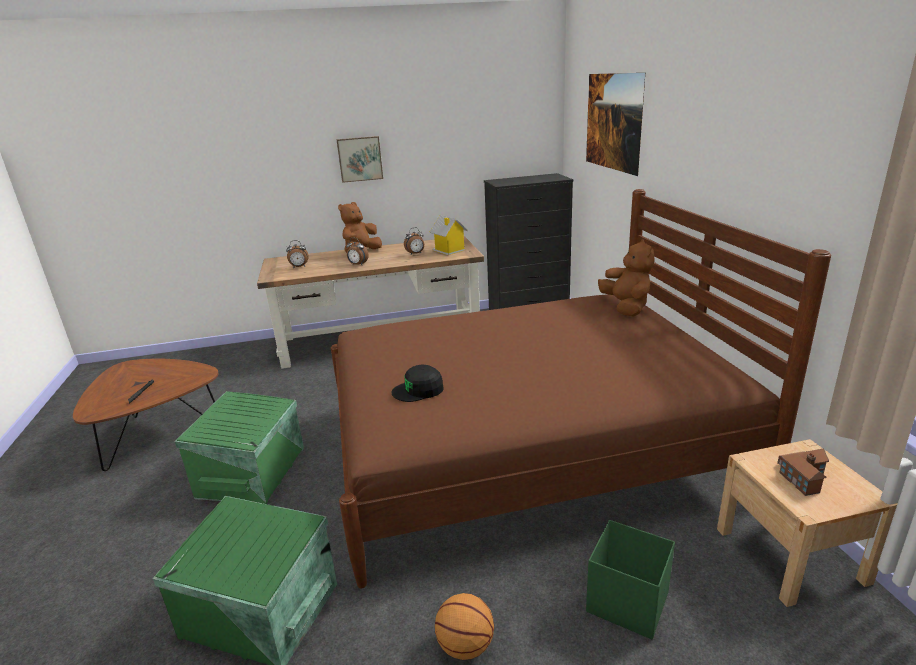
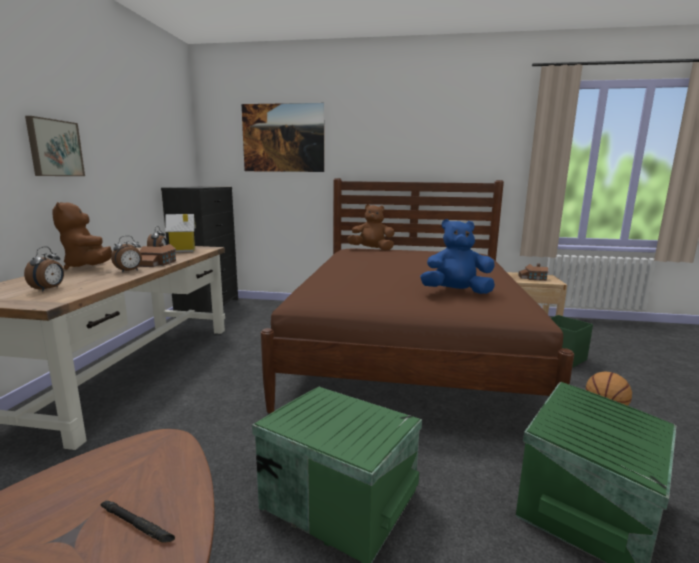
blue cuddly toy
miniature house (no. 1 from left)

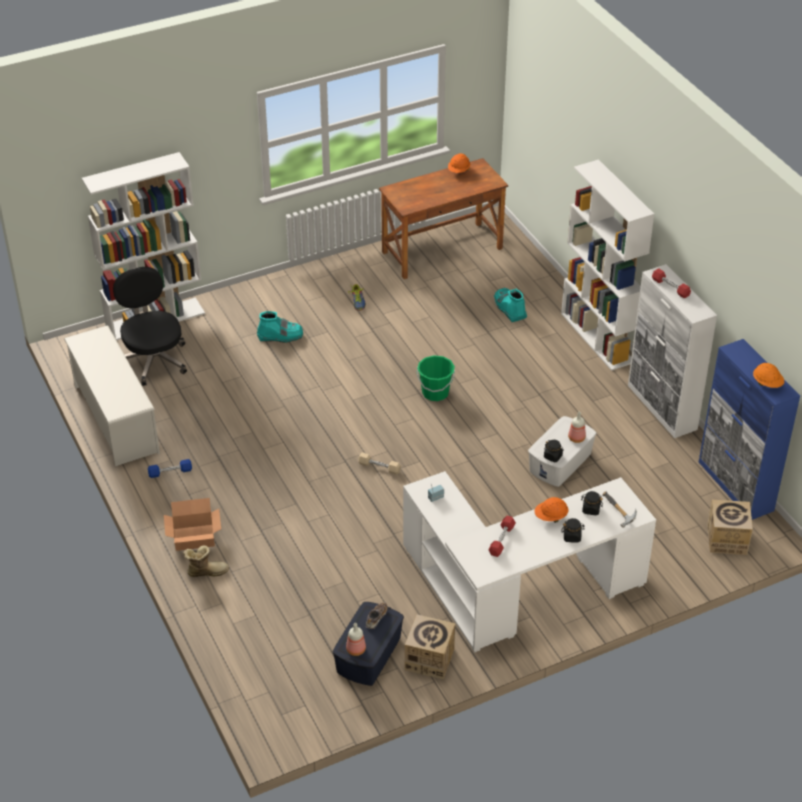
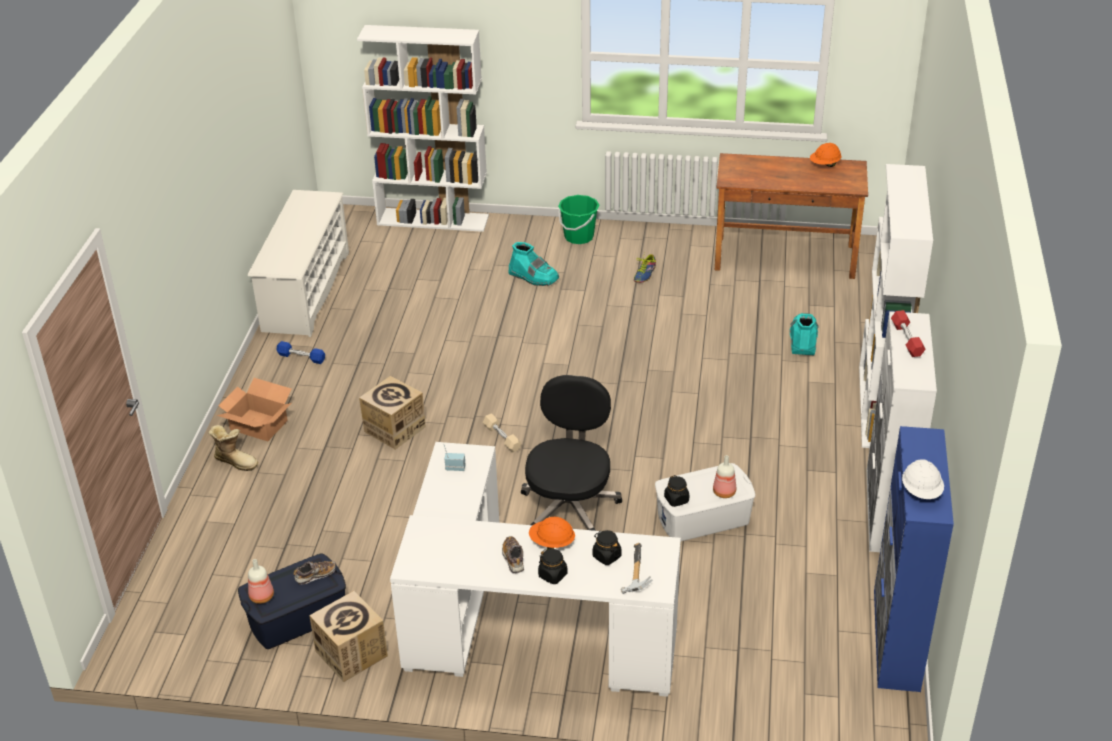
black desk chair
green-coloured pail
red dumbbell (no. 1 from left in the first image)
packing box (no. 3 from left)
whitish work helmet
item of footwear (no. 2 from left)

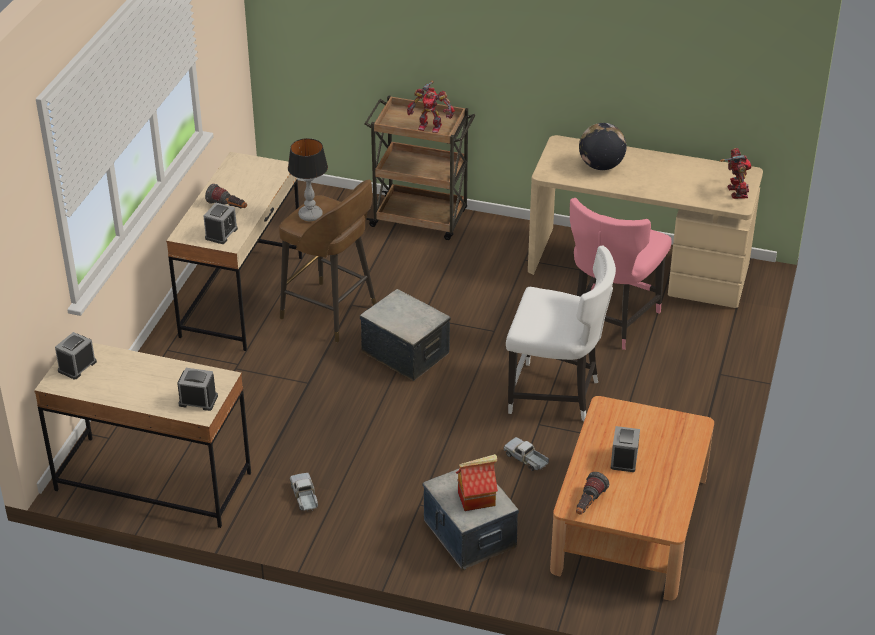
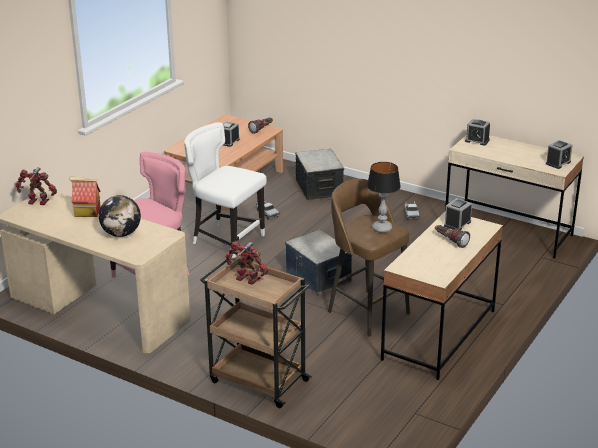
miniature house
robot figure (no. 1 from left)

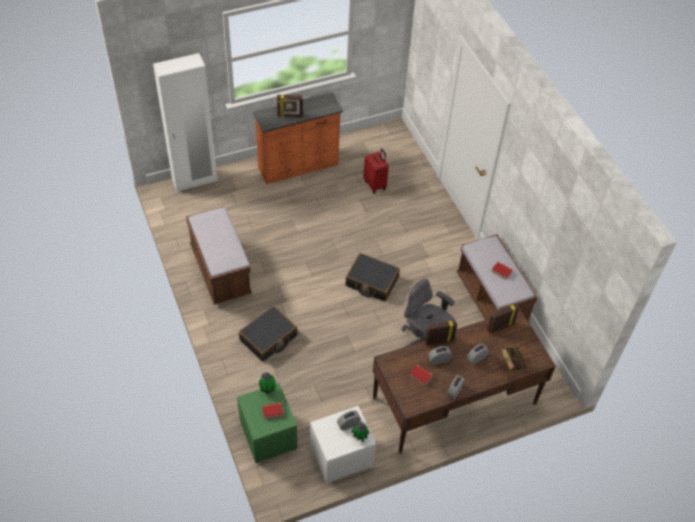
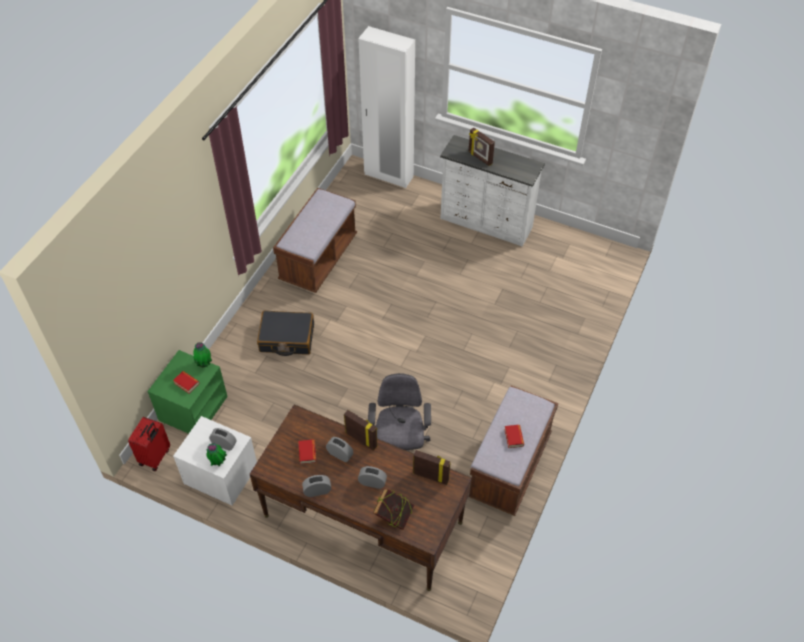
whitish drawer chest
black suitcase (no. 2 from left in the first image)
red suitcase

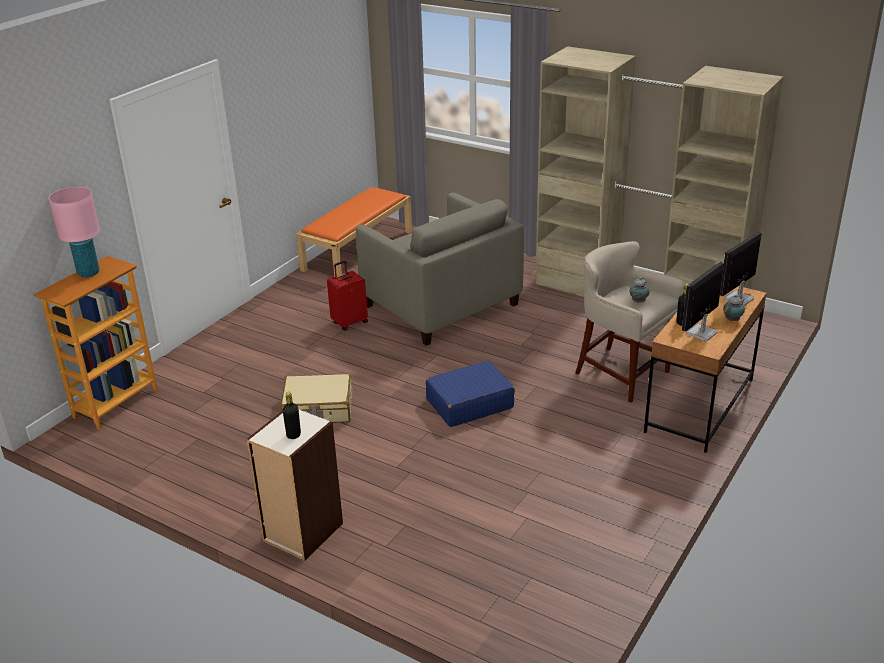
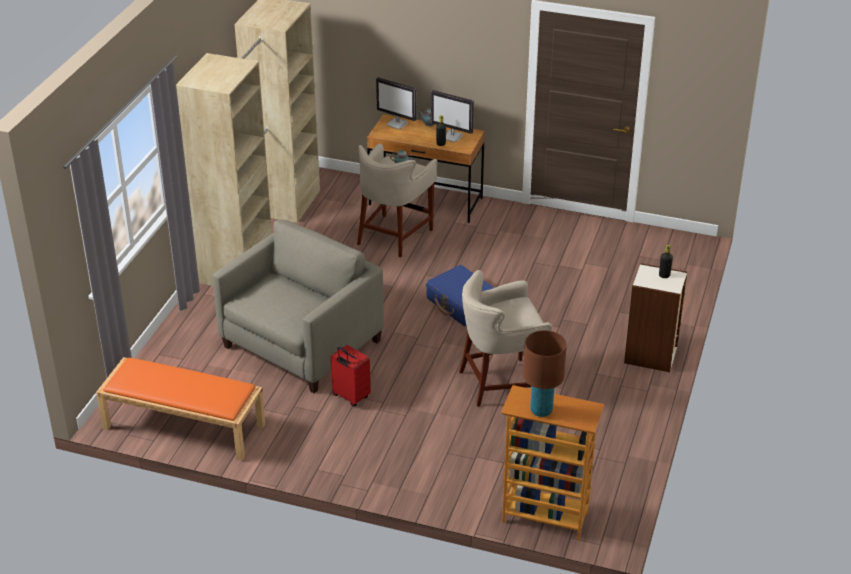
brown-coloured tabletop lamp
sand-coloured stool seat (no. 2 from left)

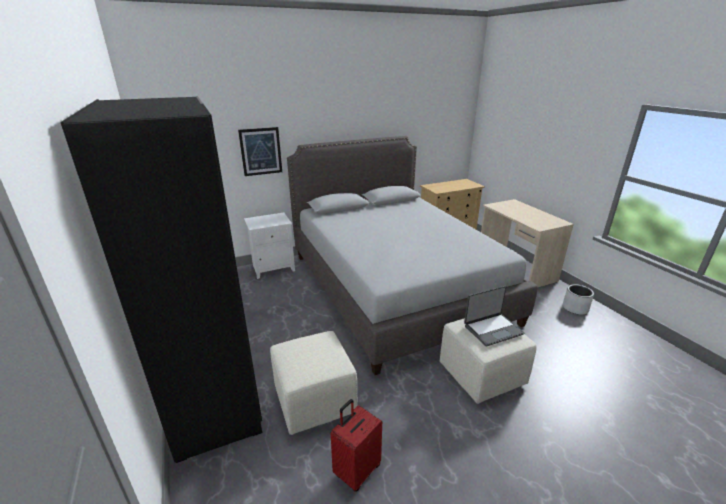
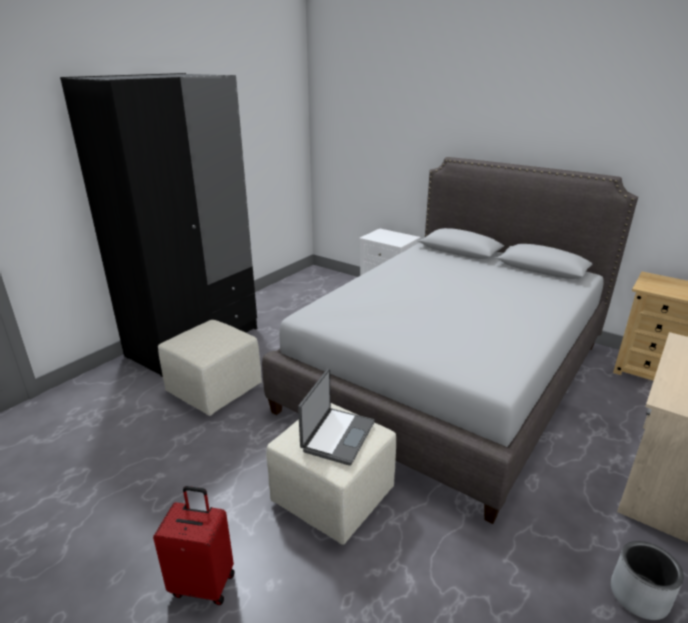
picture
red suitcase
laptop

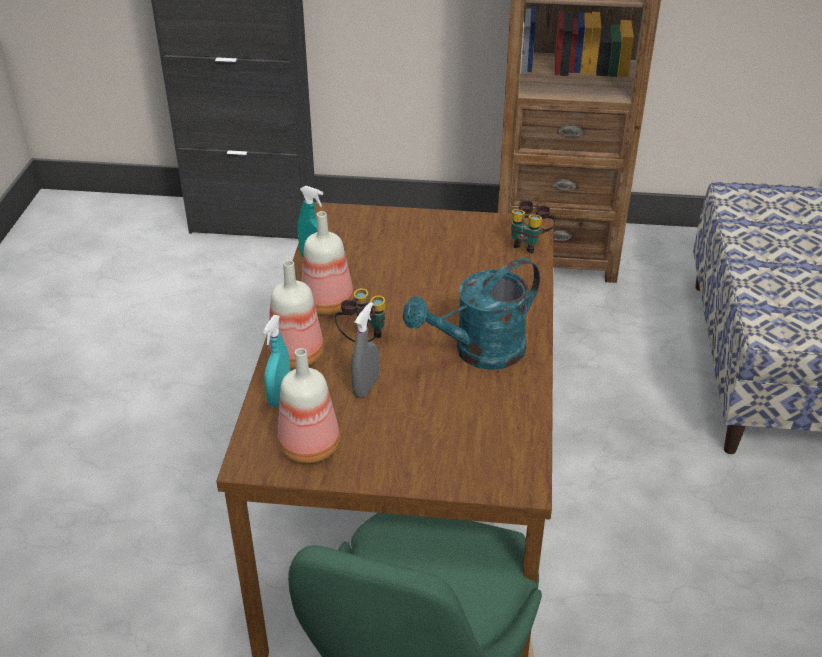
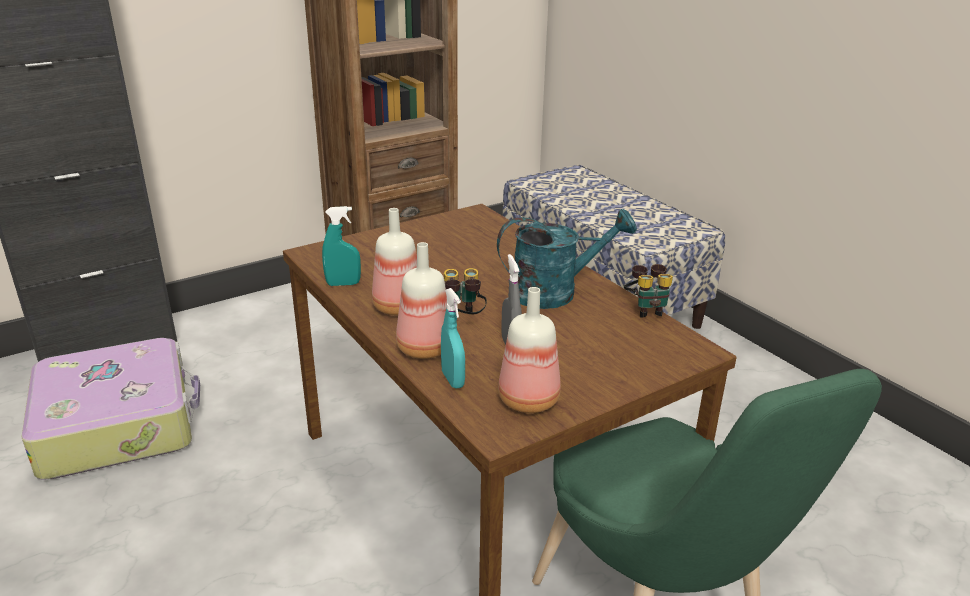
turquoise watering can
field glasses (no. 2 from left)
suitcase

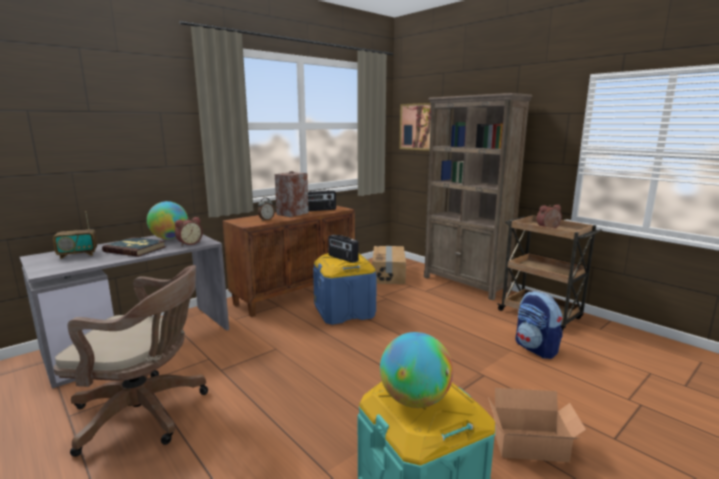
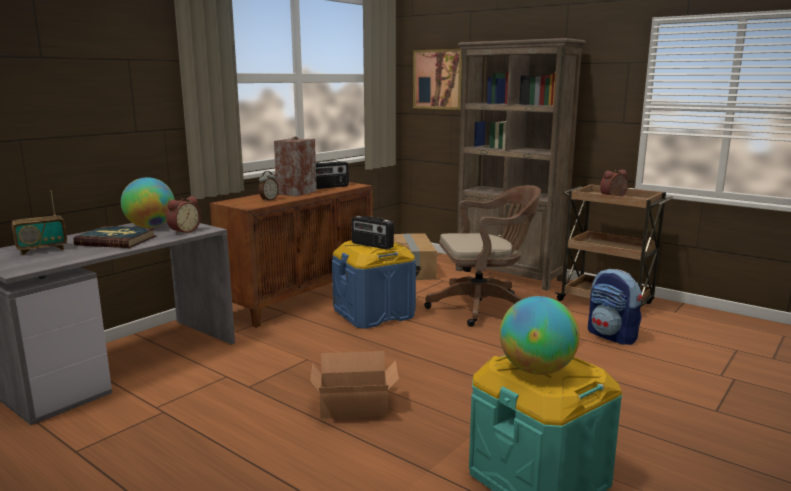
brown-coloured desk chair
packing box (no. 1 from left)

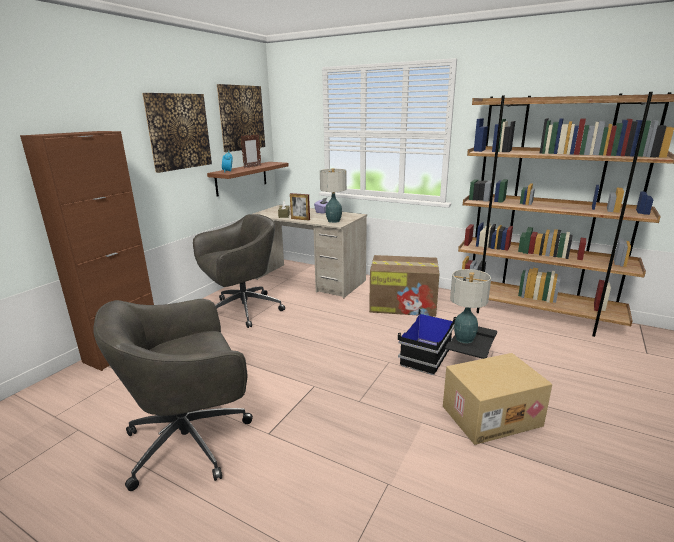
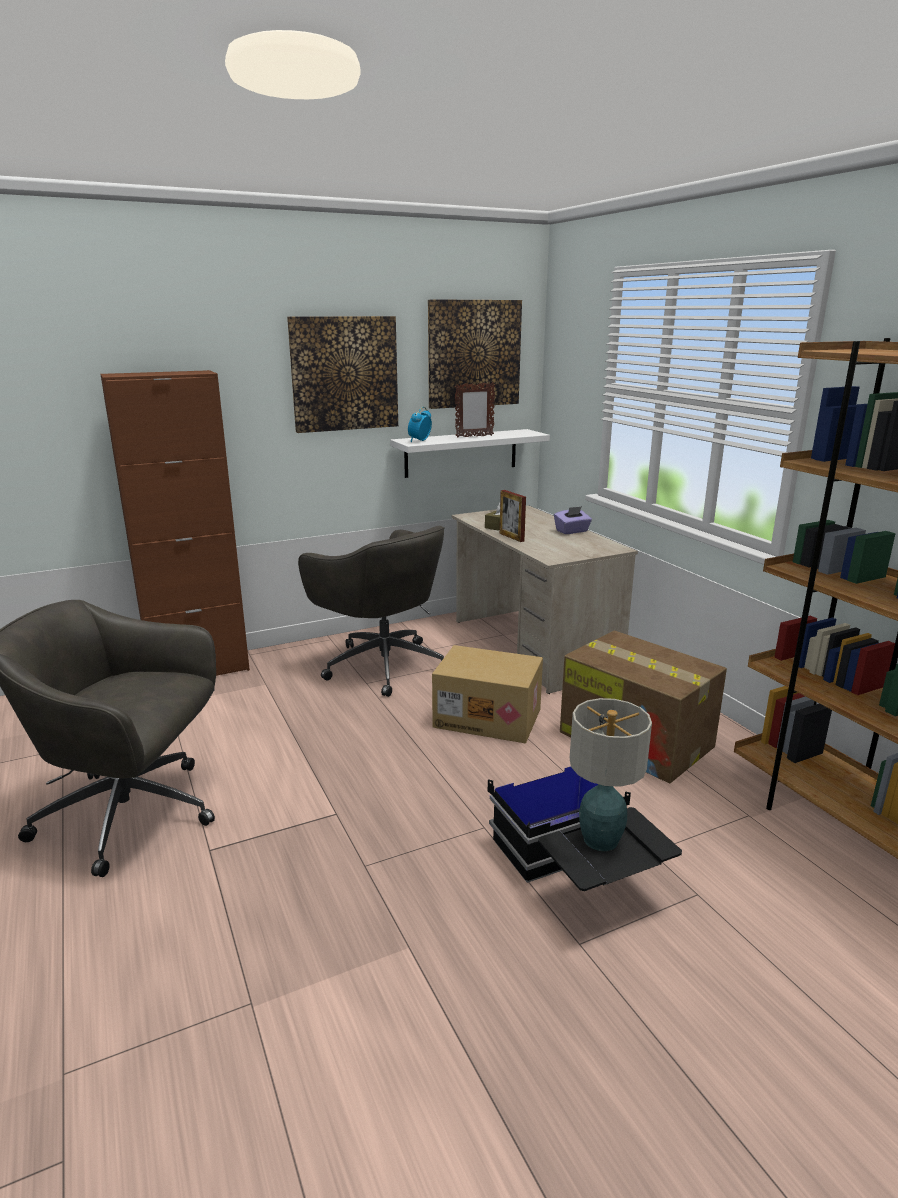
gray desk chair (no. 2 from left)
whitish bracket shelf
tabletop lamp (no. 1 from left in the first image)
packing box (no. 1 from left)

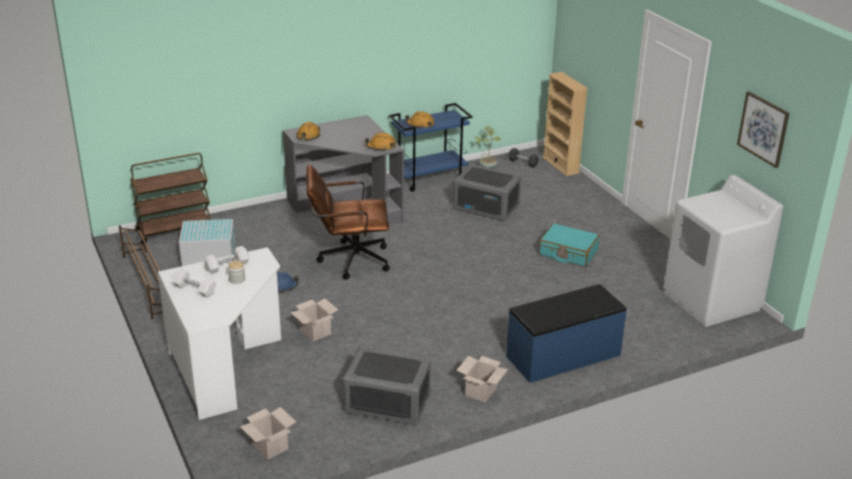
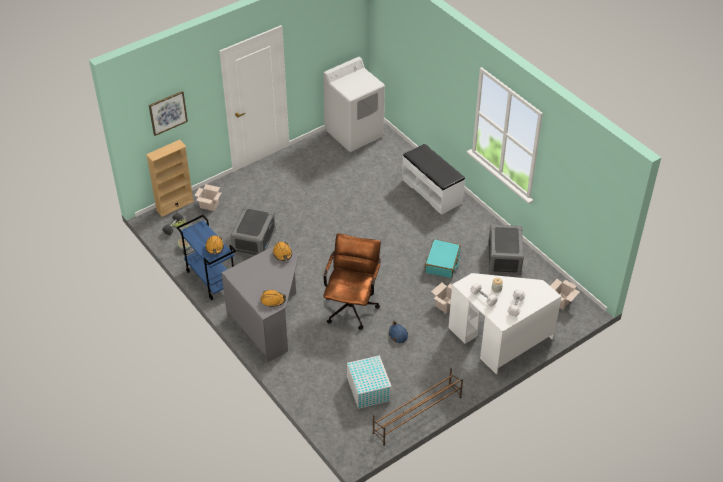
brown-coloured cart
brown-coloured desk chair
packing box (no. 1 from left)
whitish long seat
turquoise suitcase
picture

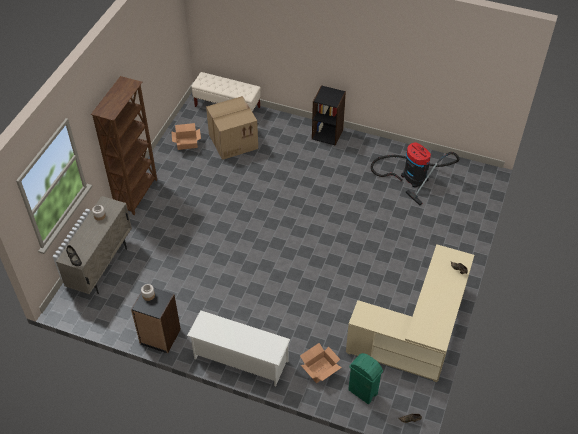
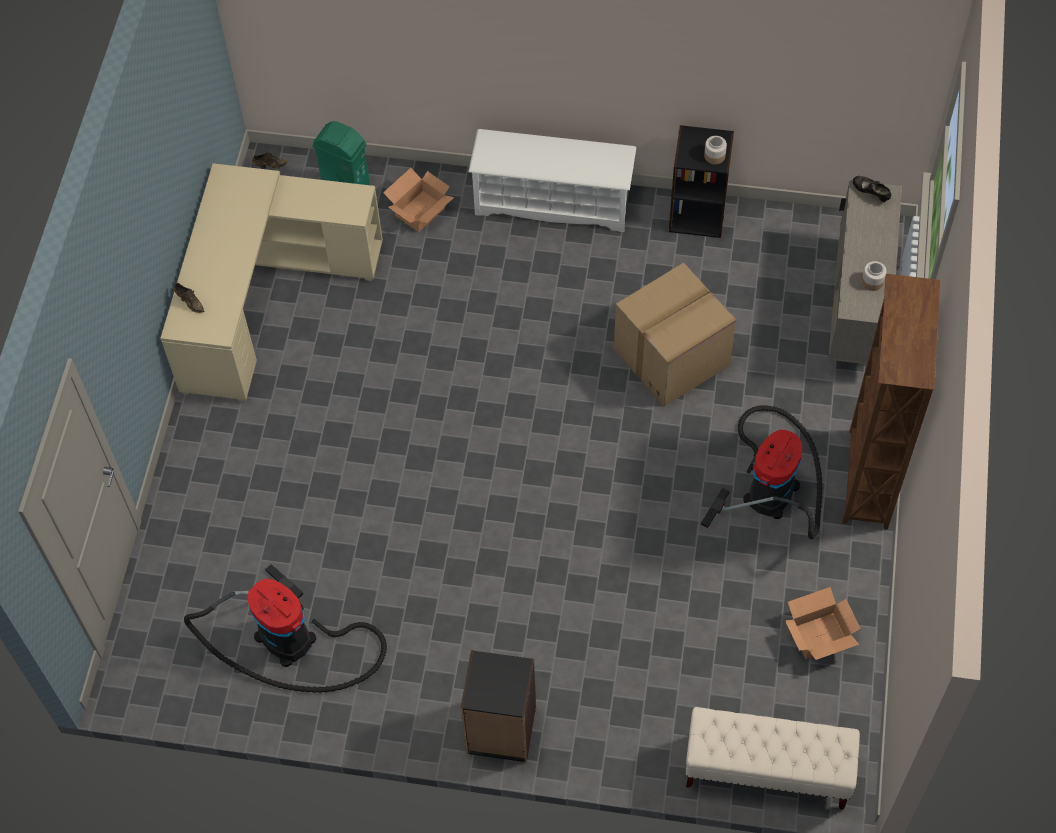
packing box (no. 2 from left)
vacuum (no. 2 from left)

